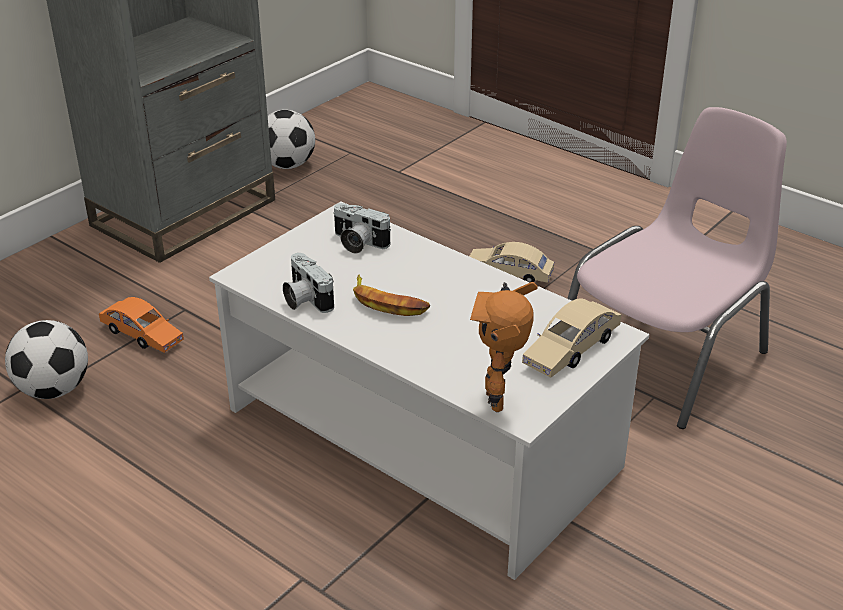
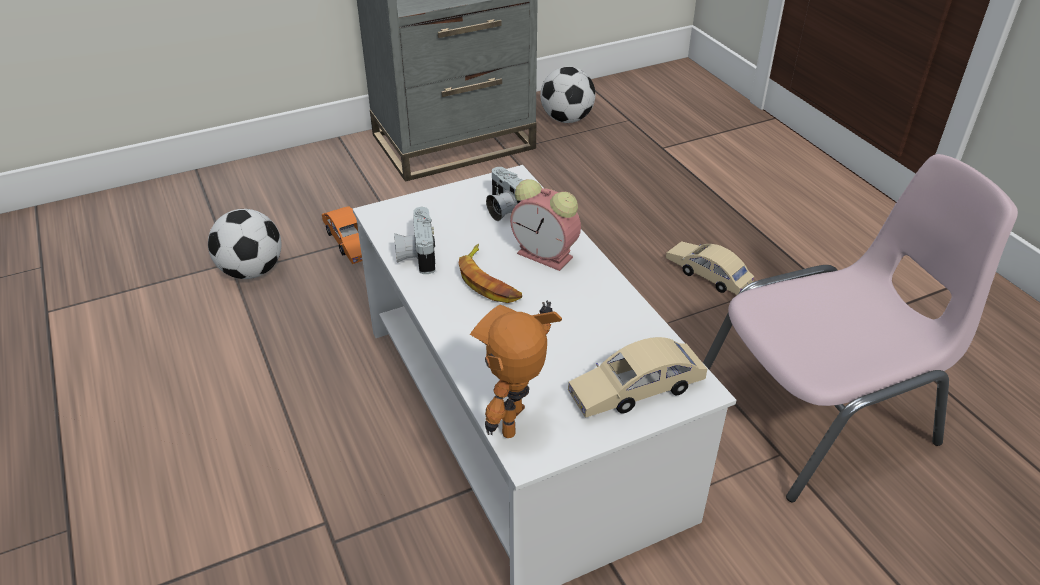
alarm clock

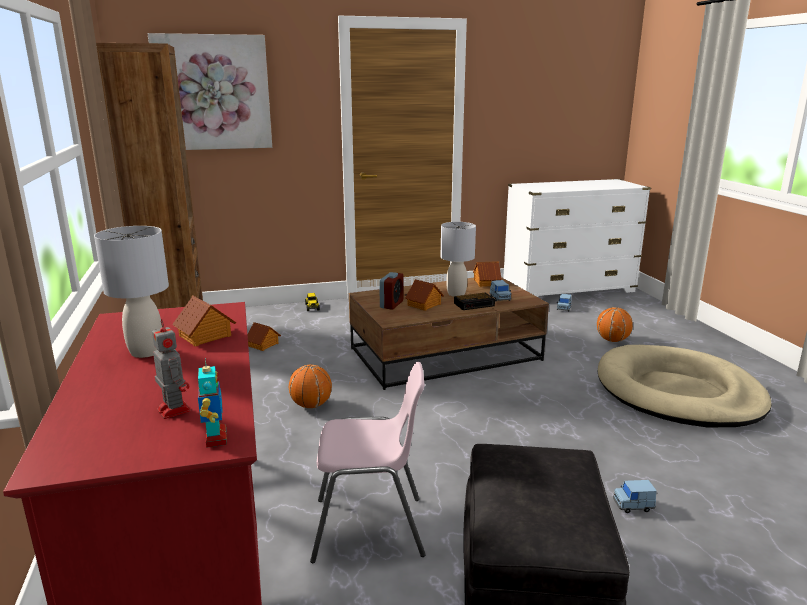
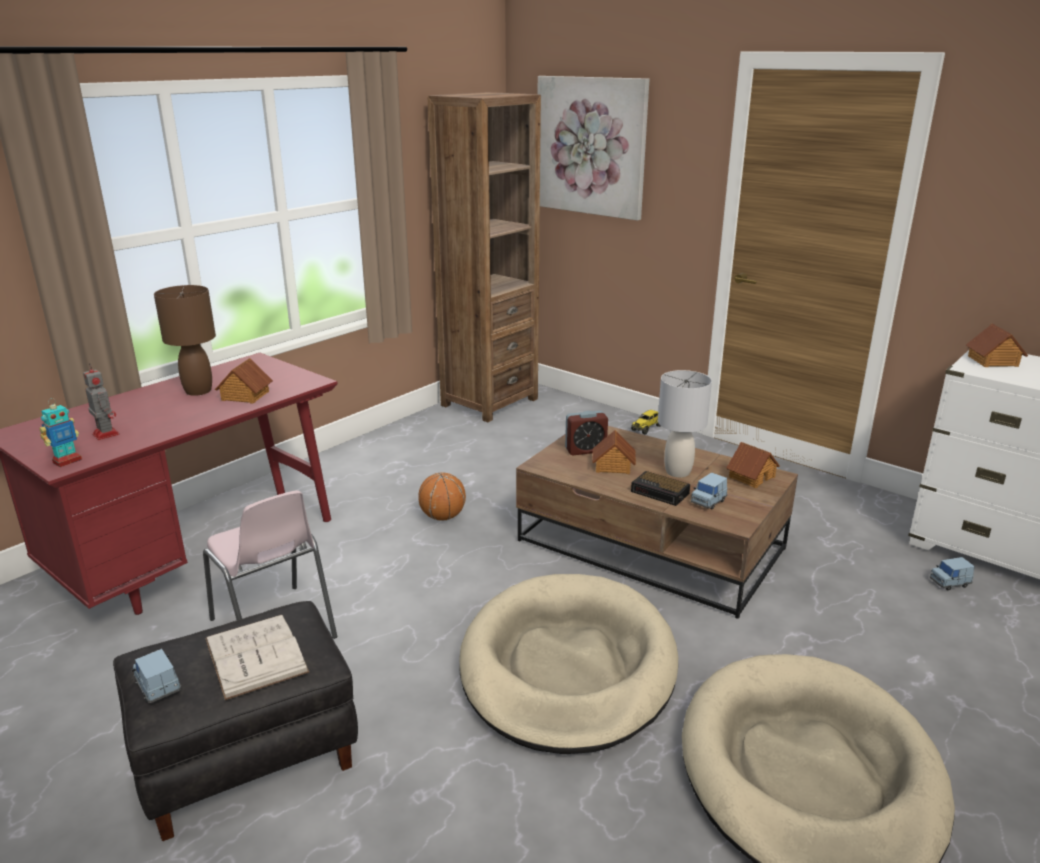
brown-coloured tabletop lamp
robot figure (no. 2 from left)
miniature house (no. 4 from left)
basketball ball (no. 2 from left in the first image)
blue miniature car (no. 1 from left)
whitish book
sand-coloured dog bed (no. 1 from left)

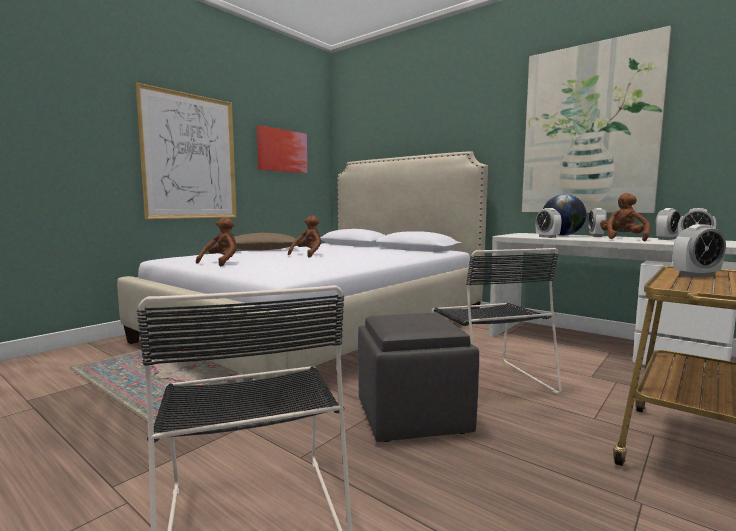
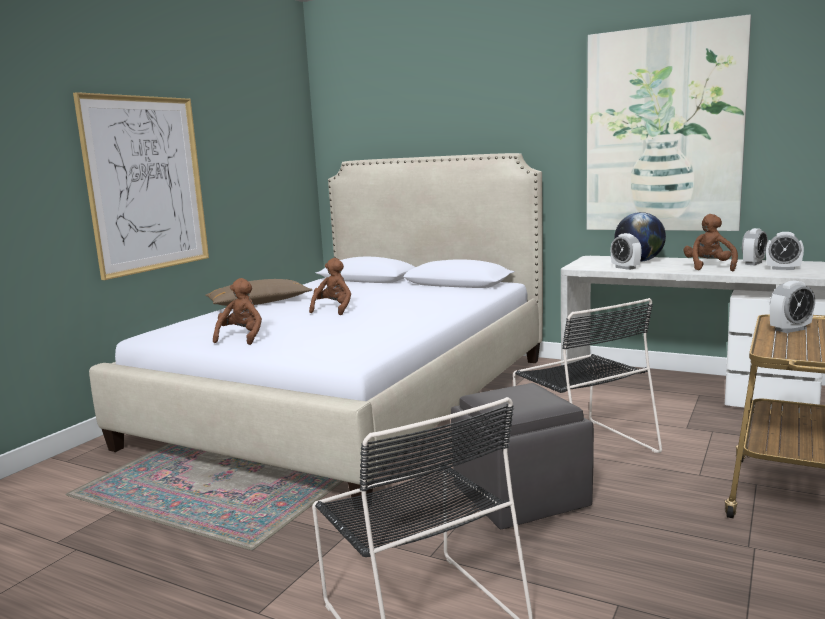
picture (no. 2 from left in the first image)
alarm clock (no. 2 from left in the first image)

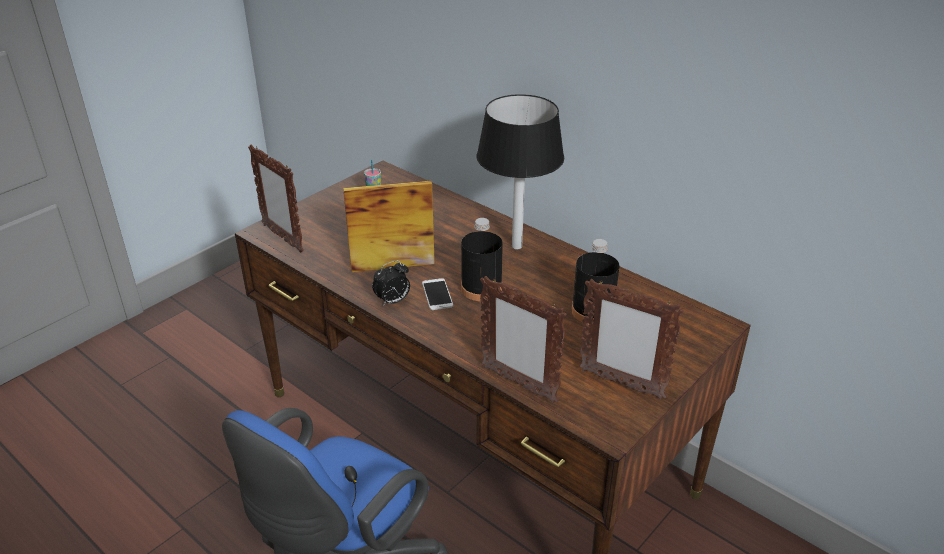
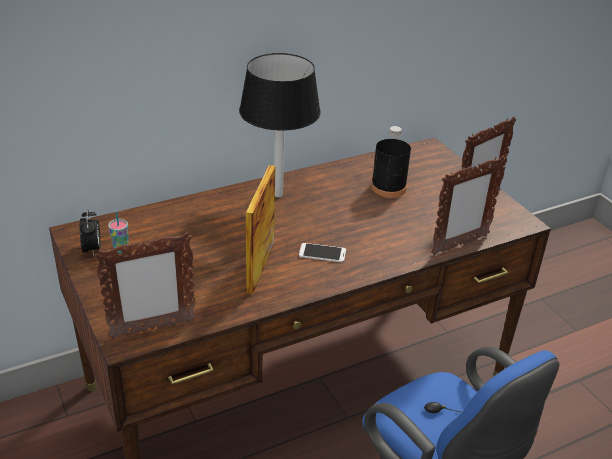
alarm clock
black beverage bottle (no. 1 from left in the first image)

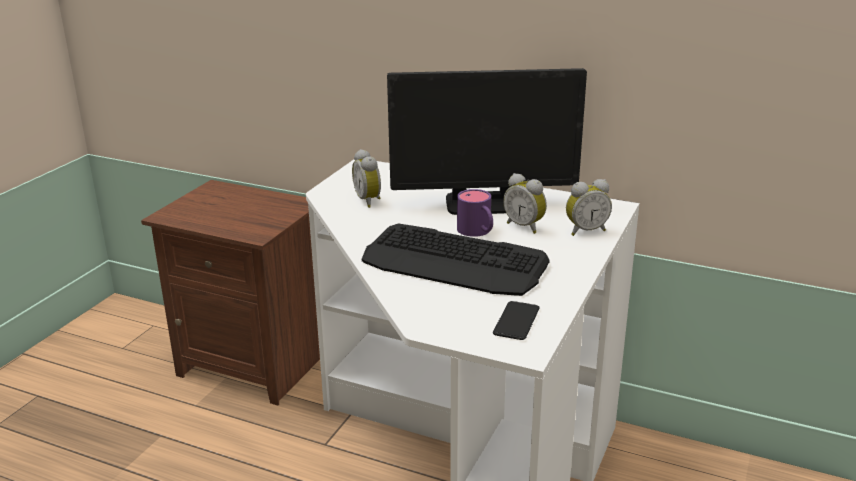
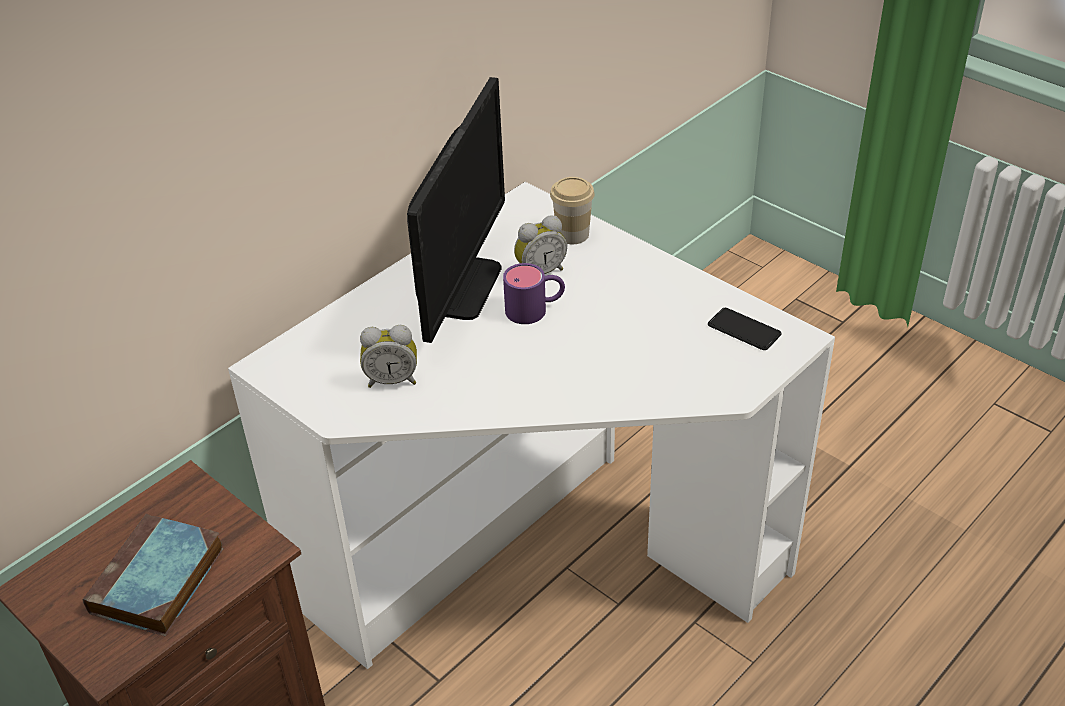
PC keyboard
small cup
book

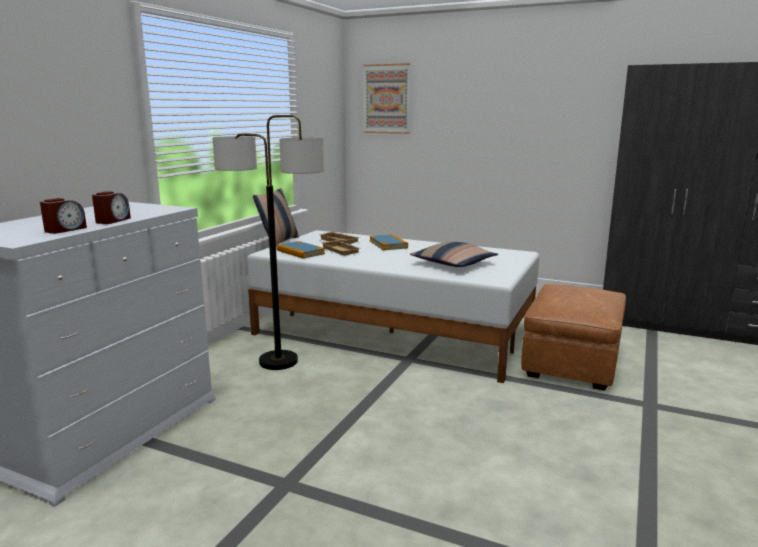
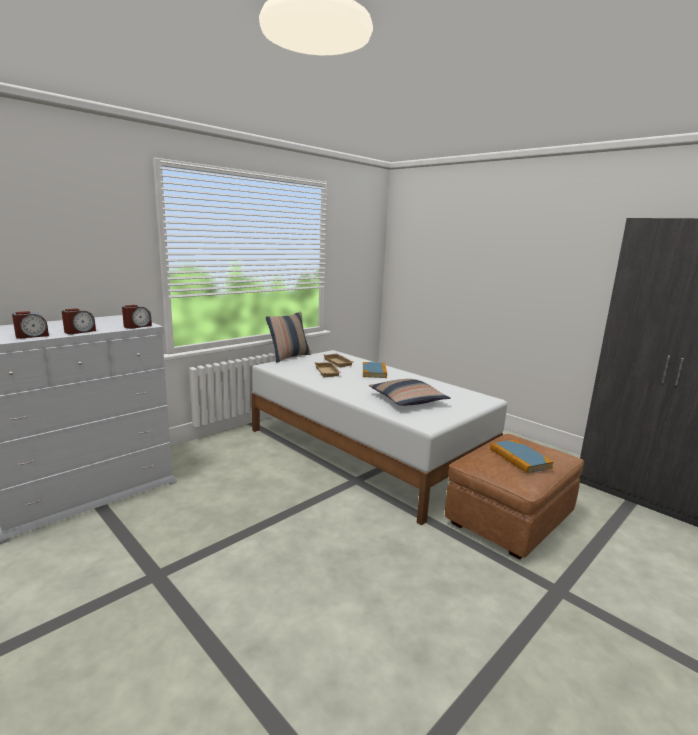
standing lamp
book (no. 2 from left)
picture
alarm clock (no. 3 from left)

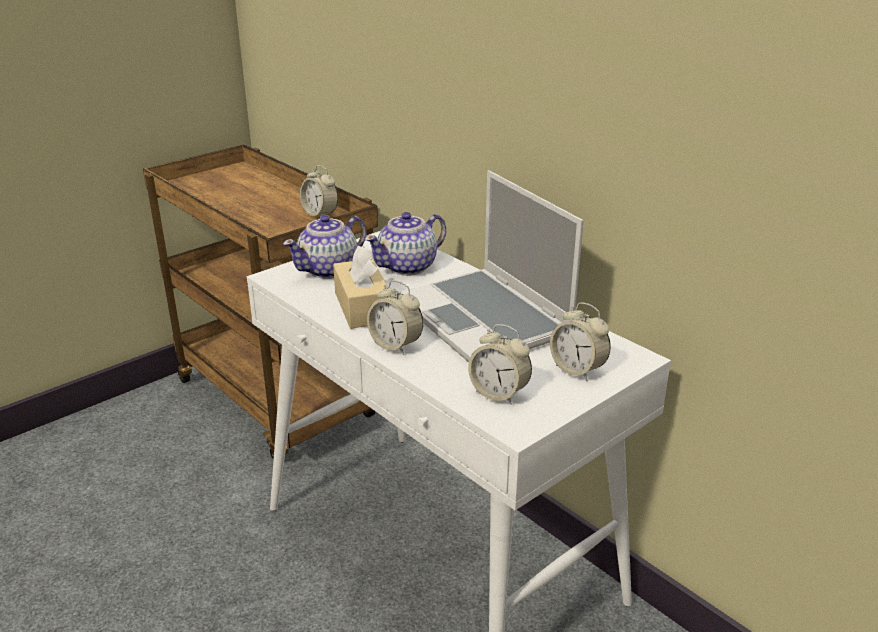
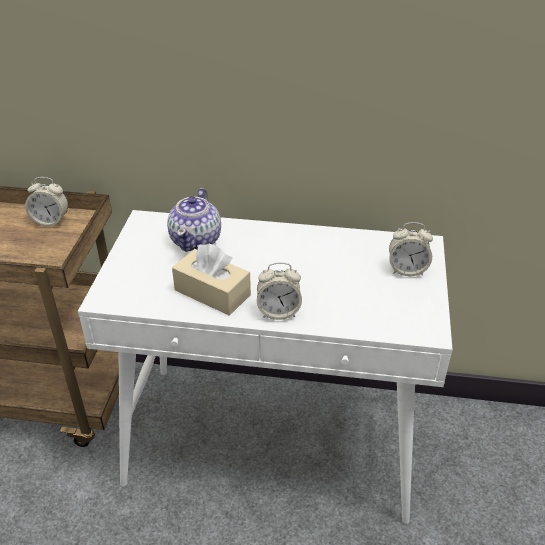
pot for tea (no. 1 from left in the first image)
laptop
alarm clock (no. 3 from left in the first image)

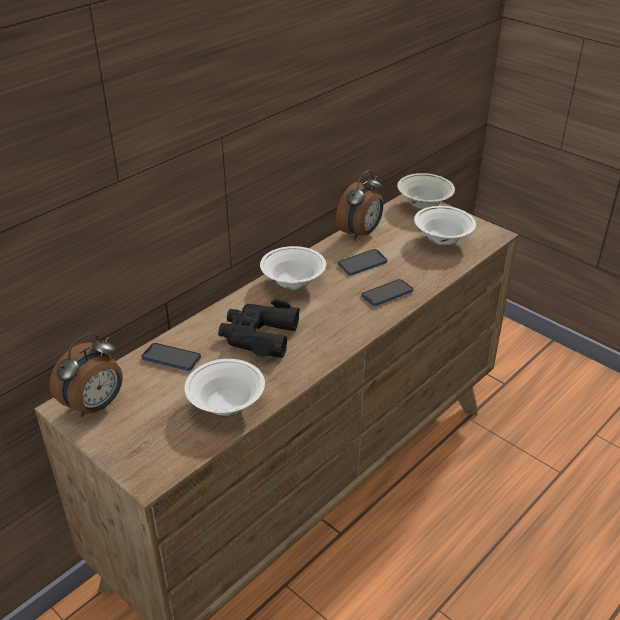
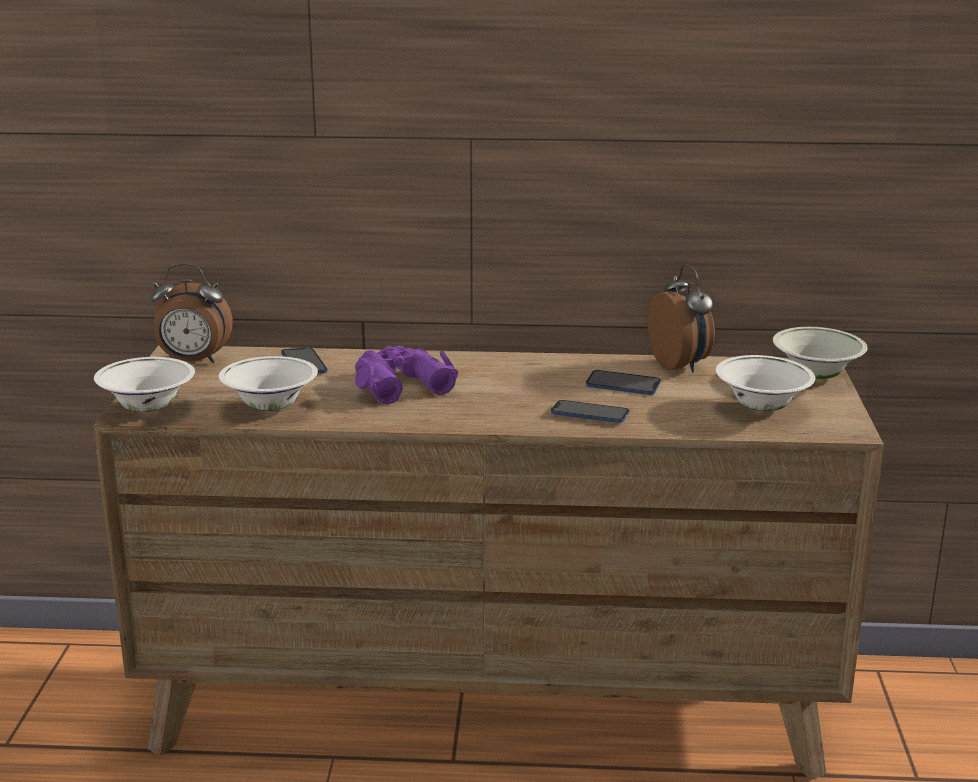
purple field glasses
whitish serving bowl (no. 1 from left)
alarm clock (no. 2 from left)

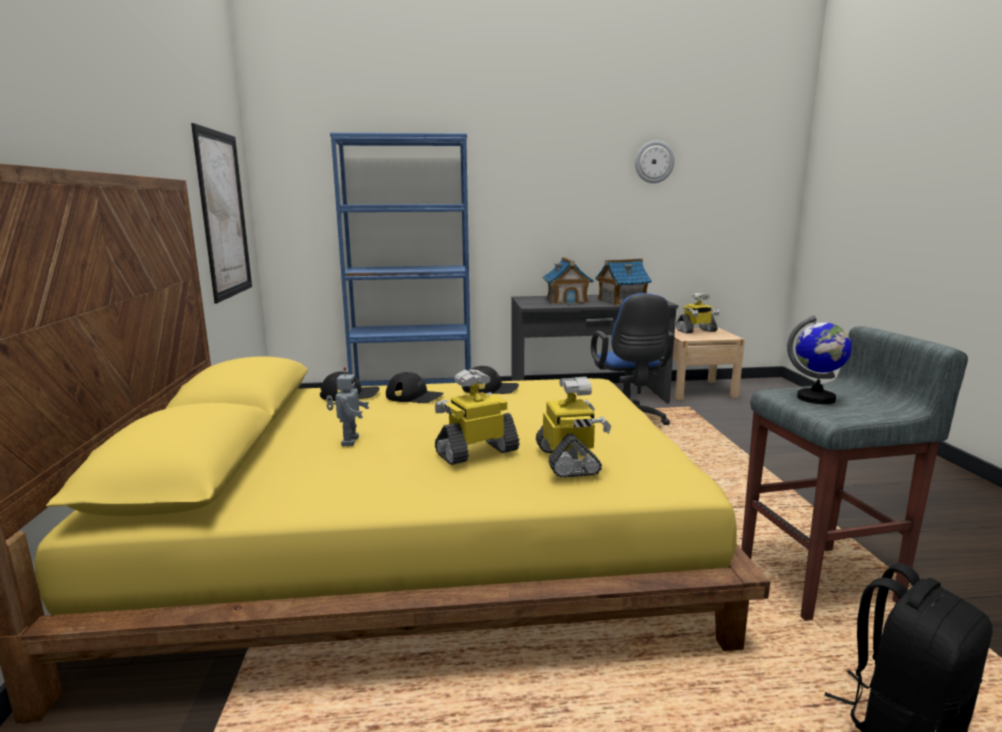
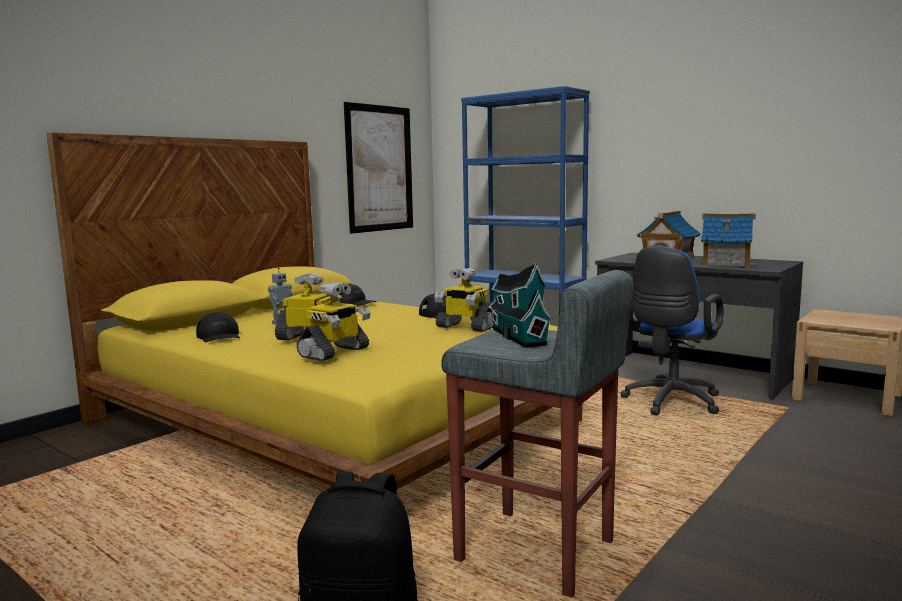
black baseball cap (no. 1 from left)
clock on the wall
robot figure (no. 4 from left)
miniature house (no. 1 from left)

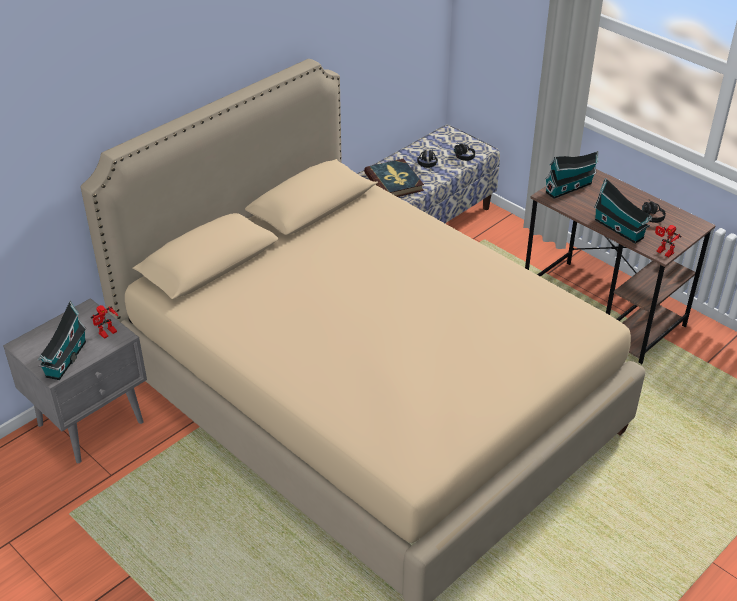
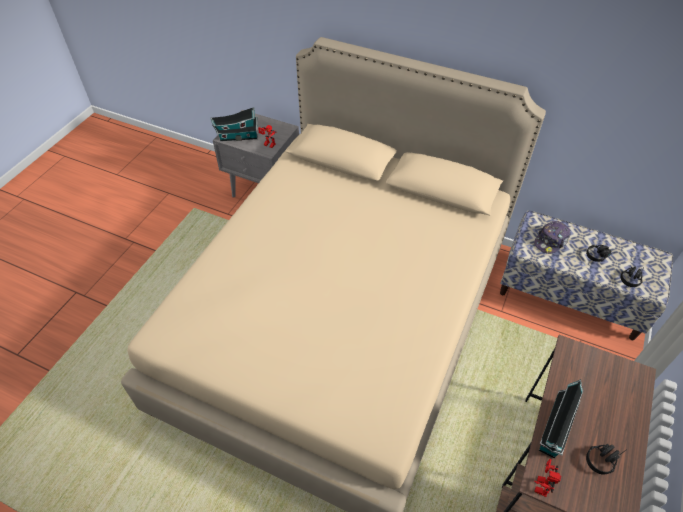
baseball cap
miniature house (no. 2 from left in the first image)

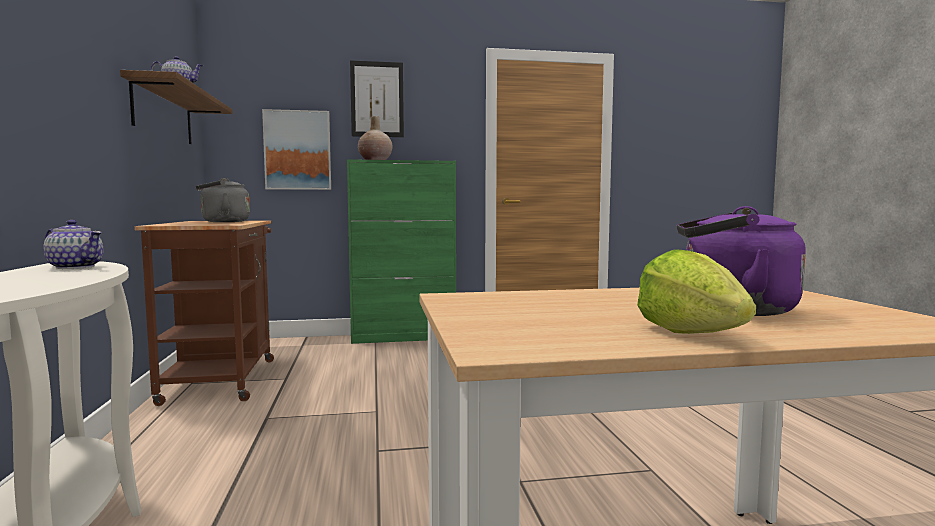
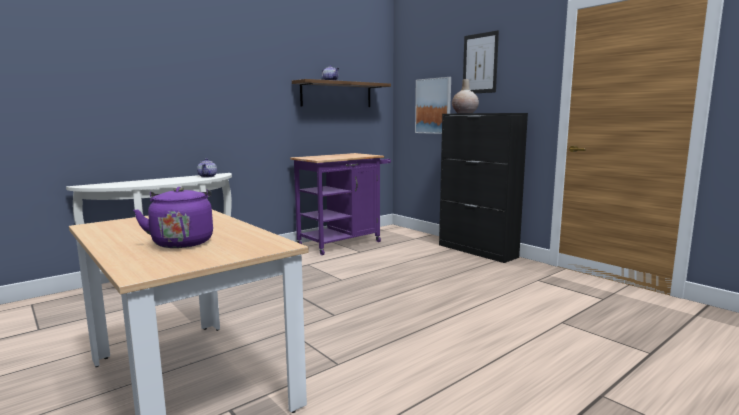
purple cart
gray kettle
black cabinet
lettuce

